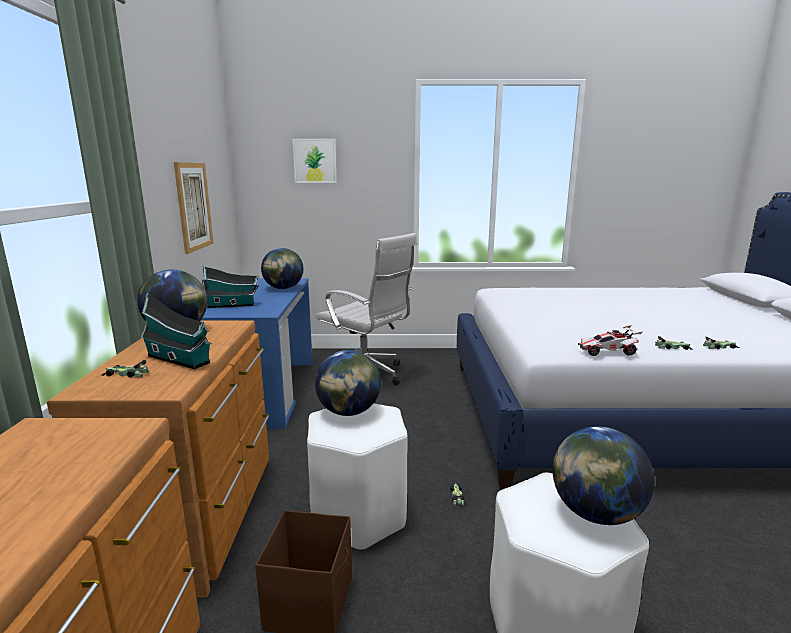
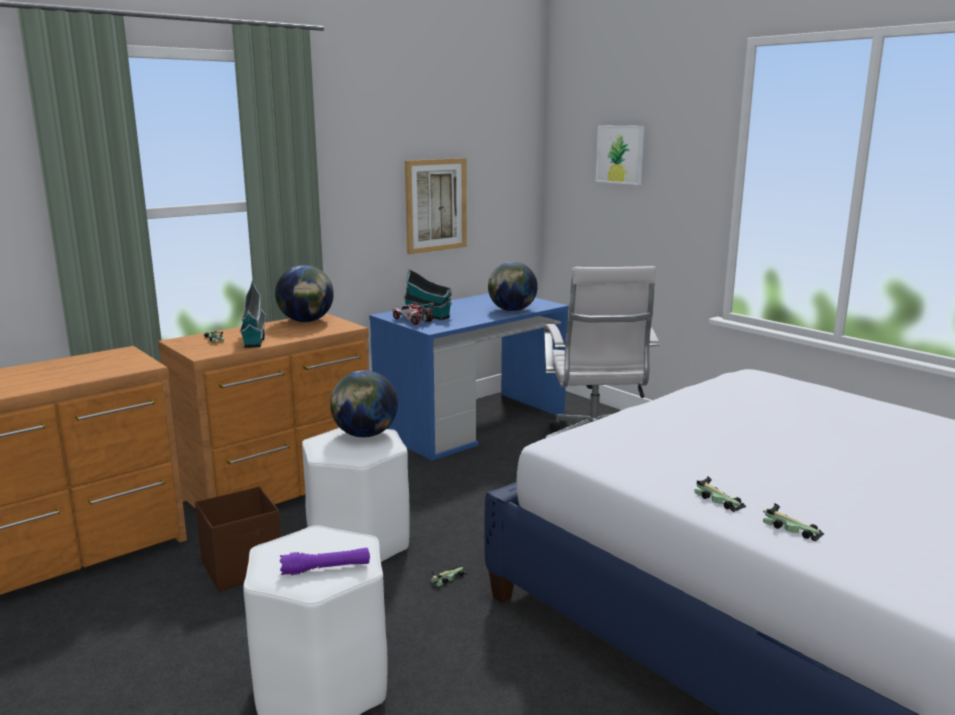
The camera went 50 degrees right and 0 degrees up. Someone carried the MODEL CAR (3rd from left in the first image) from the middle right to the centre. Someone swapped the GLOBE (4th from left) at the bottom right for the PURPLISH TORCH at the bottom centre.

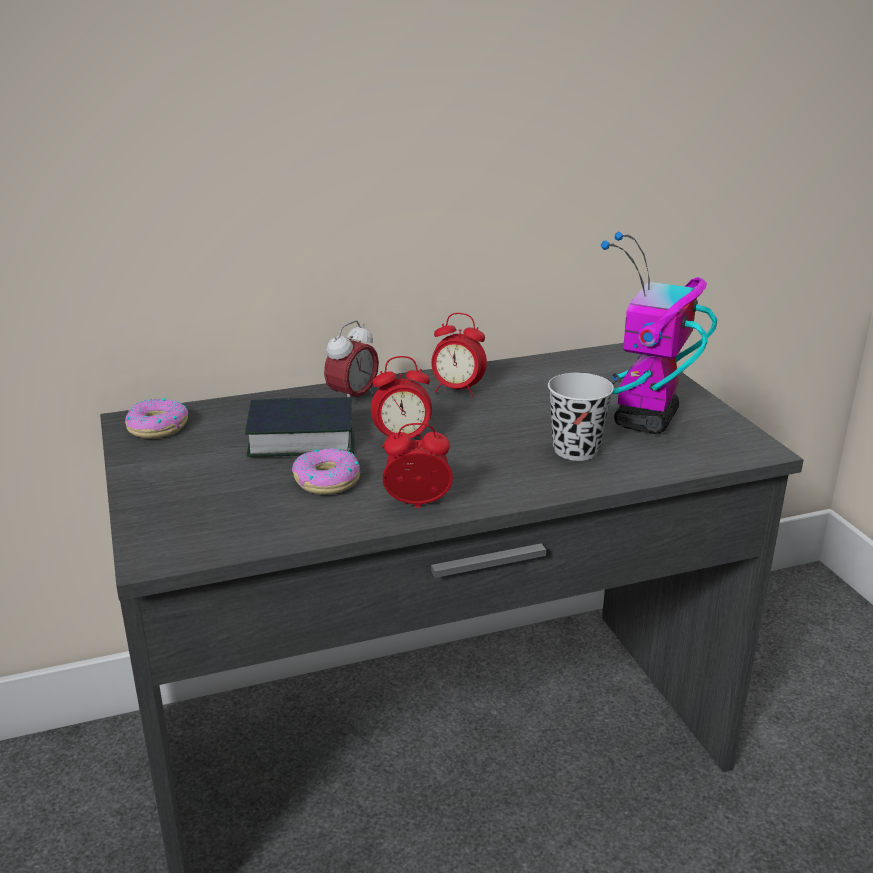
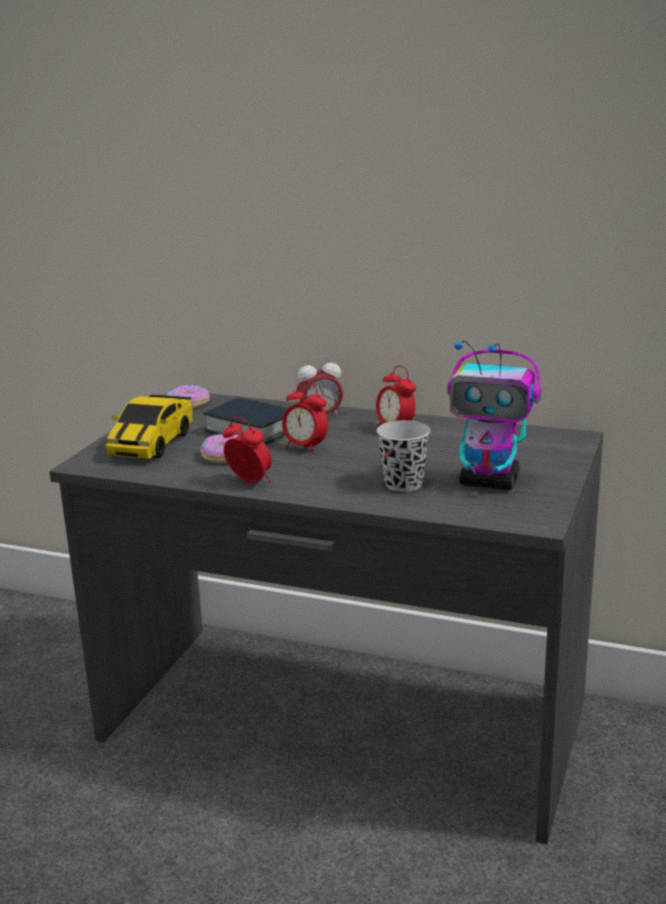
The camera went 40 degrees right and 5 degrees down. Someone put down the MODEL CAR at the middle left. Someone rotated the ROBOT FIGURE at the middle right by 135 degrees counterclockwise.

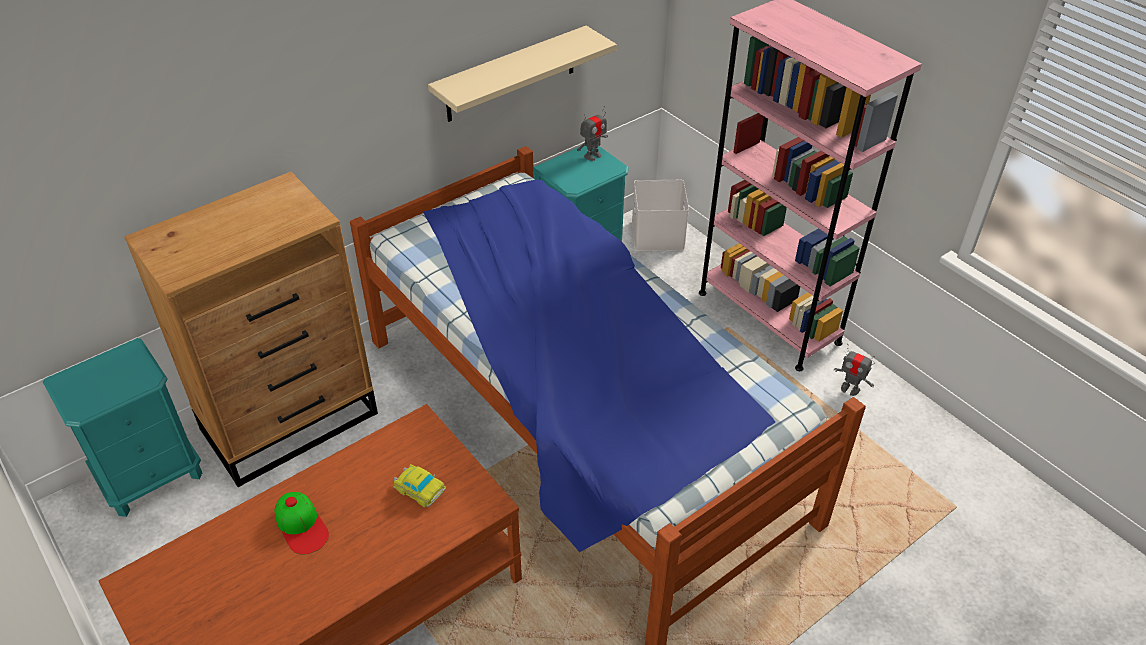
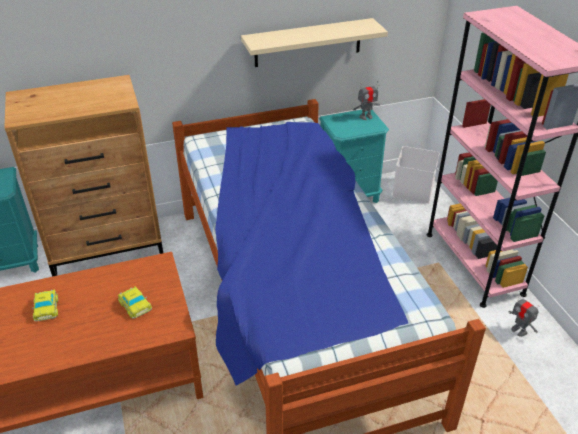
The camera went 20 degrees right and 5 degrees down. Someone swapped the BASEBALL CAP at the bottom left for the MODEL CAR (1st from left) at the bottom left.

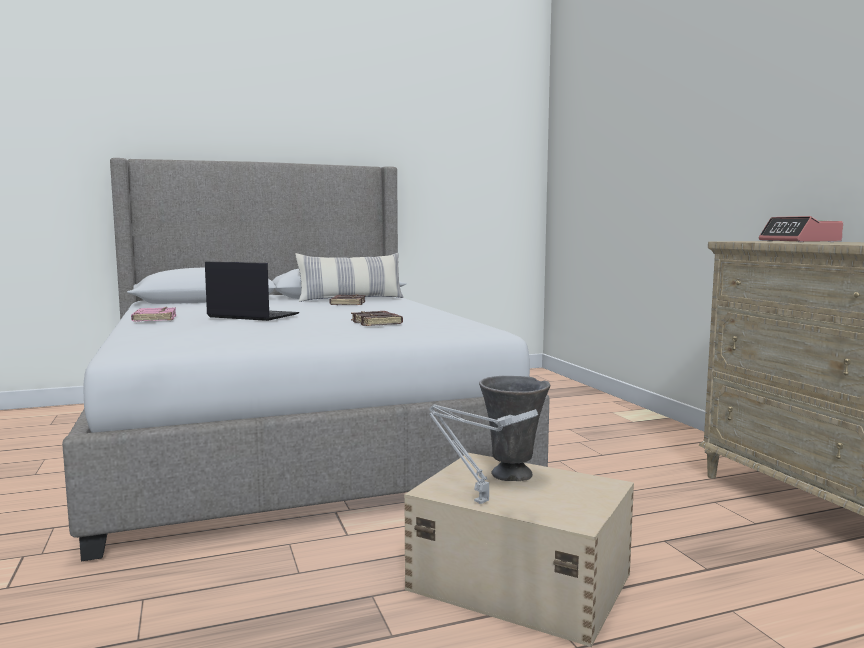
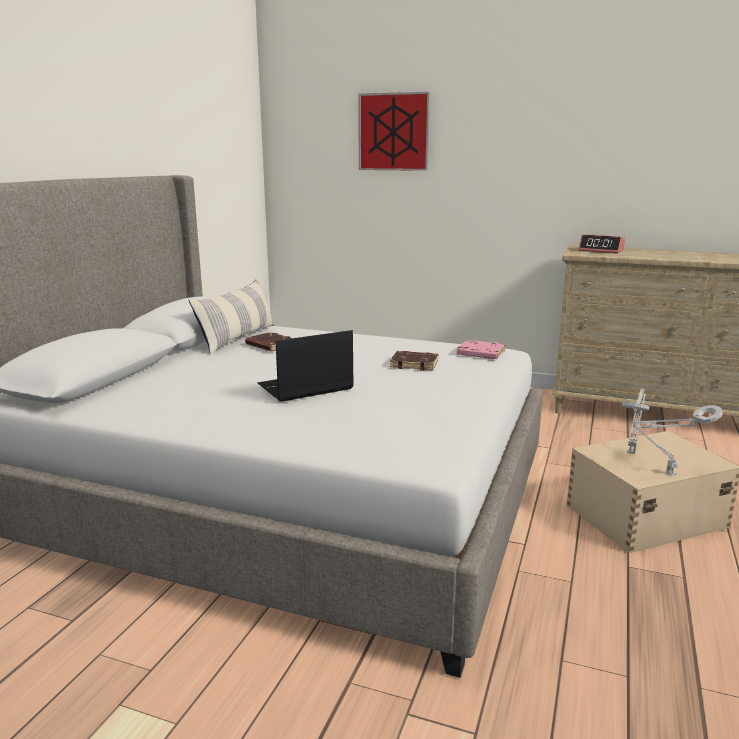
The camera went 50 degrees left and 10 degrees up. Someone put up the WALL PICTURE at the top centre. Someone carried the PINK-COLOURED BOOK from the middle left to the centre. Someone swapped the GREYISH FLOWER VASE at the centre for the GREYISH TABLE LAMP (1st from left) at the middle right.

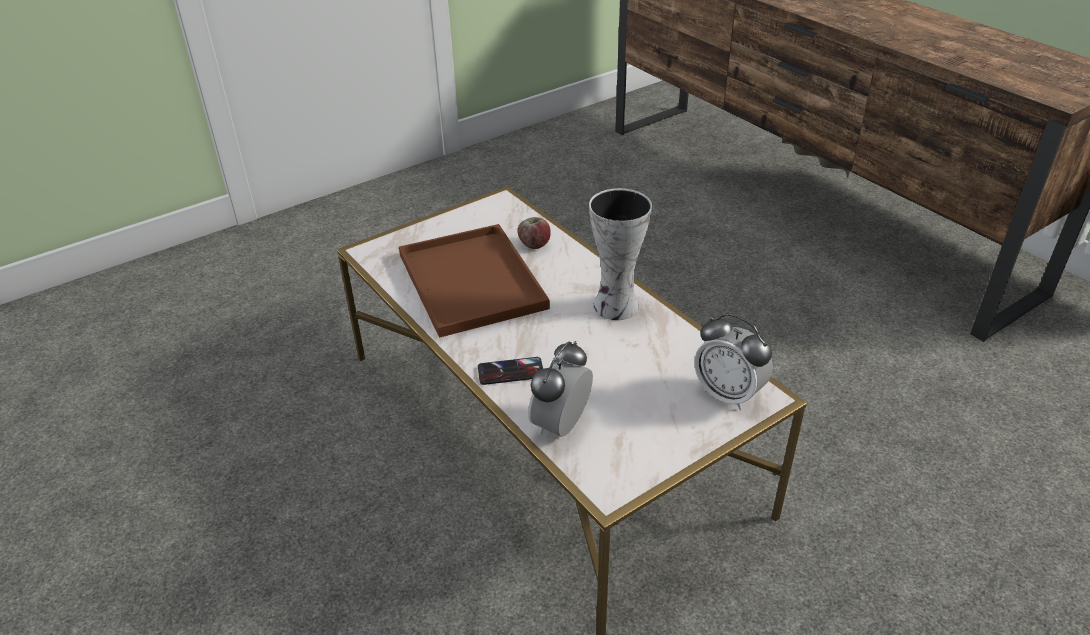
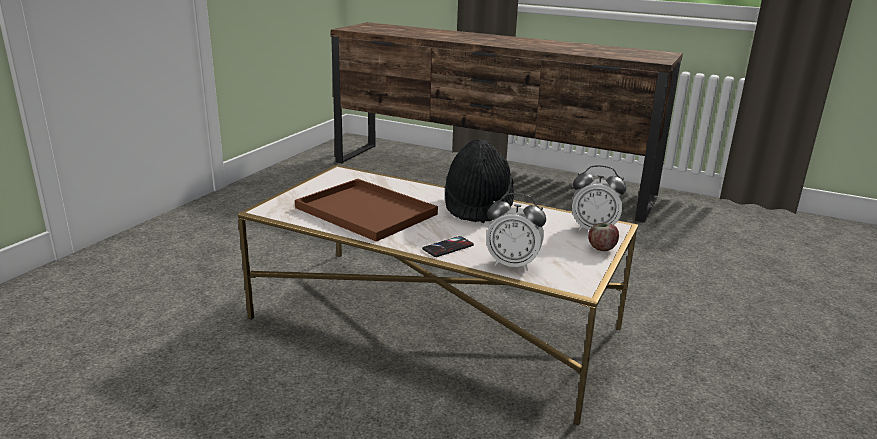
The camera went 30 degrees left and 15 degrees down. Someone carried the APPLE from the centre to the middle right. Someone swapped the FLOWER VASE at the centre for the BLACK CLOTHING HAT at the centre. Someone rotated the BEDSIDE CLOCK (1st from left) at the centre by 75 degrees counterclockwise.

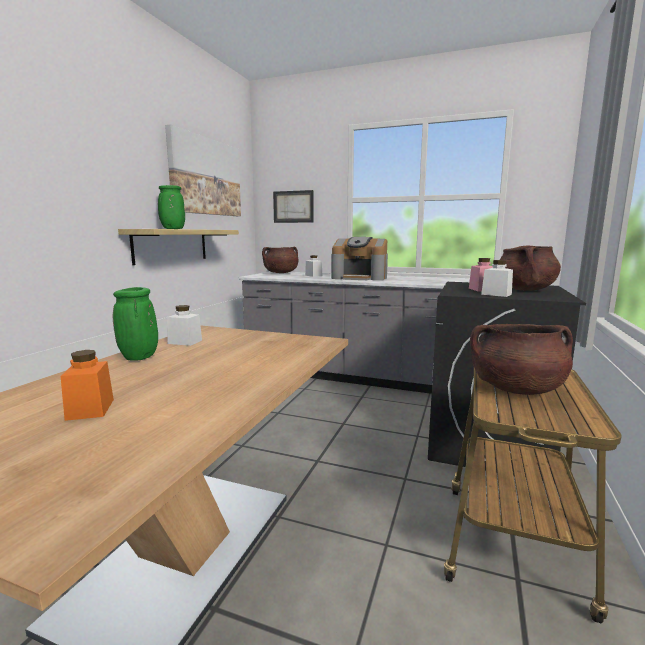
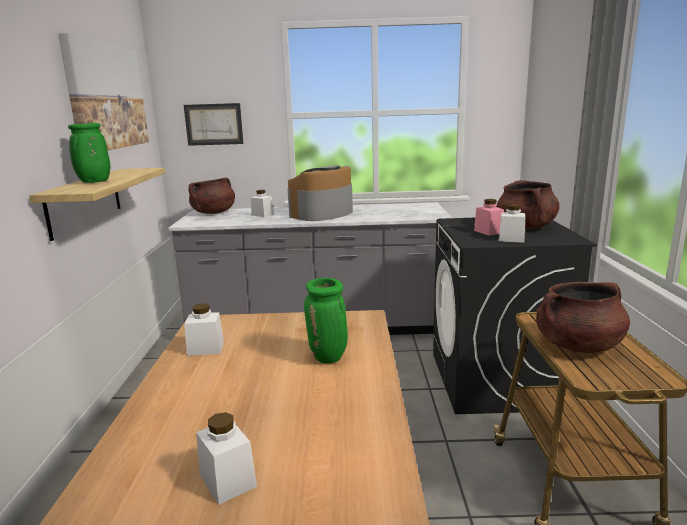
The camera went 20 degrees left and 5 degrees up. Someone carried the GREEN-COLOURED FLOWER VASE (1st from left in the first image) from the middle left to the centre. Someone repainted the ORANGE JAR at the middle left, which became the WHITISH JAR (2nd from left) at the bottom left. Someone rotated the COFFEE MACHINE at the centre by 135 degrees clockwise.

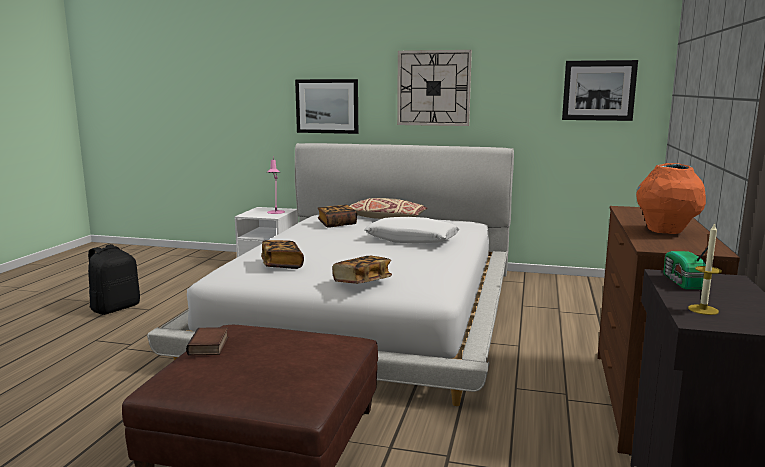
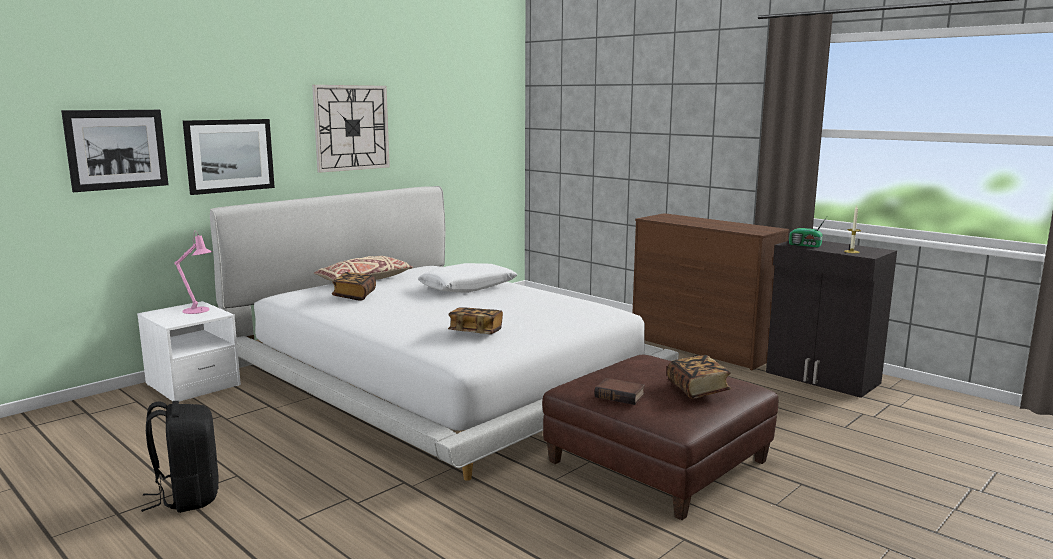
The camera went 60 degrees left and 0 degrees up. Someone took away the ORANGE FLOWER VASE at the middle right. Someone carried the BOOK (4th from left) from the centre to the bottom centre. Someone carried the WALL PICTURE (2nd from left in the first image) from the top right to the top left.

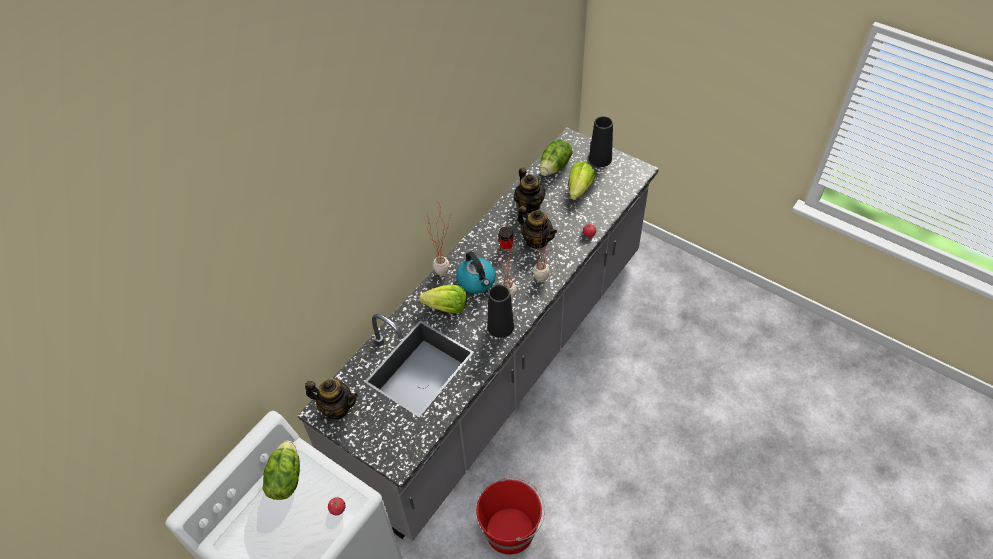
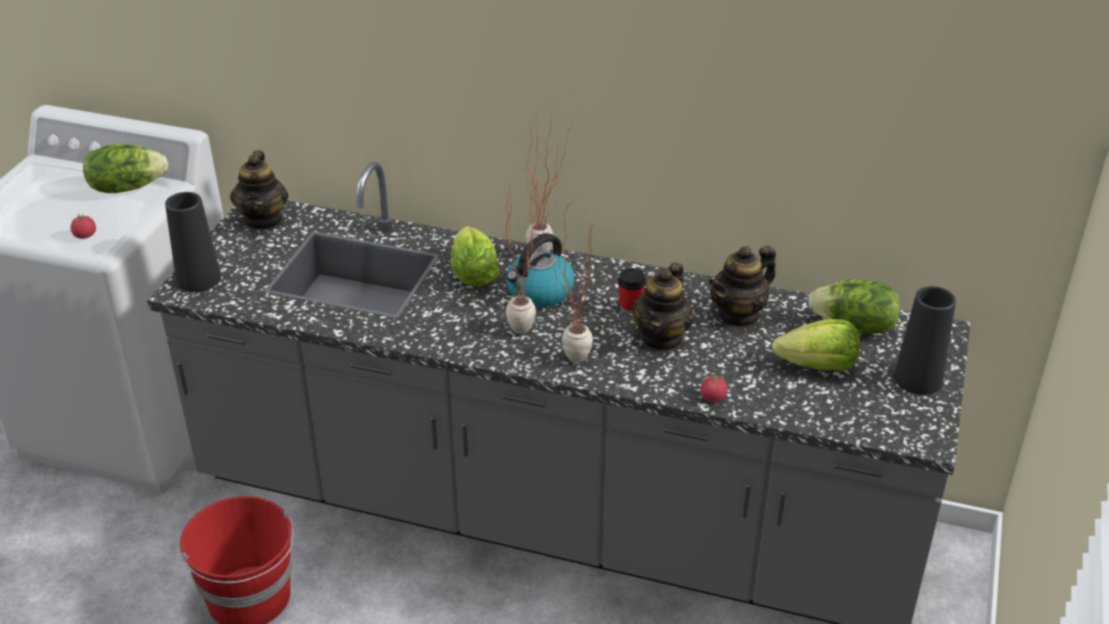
The camera went 70 degrees right and 15 degrees down. Someone carried the BLACK FLOWER VASE (1st from left) from the centre to the middle left.

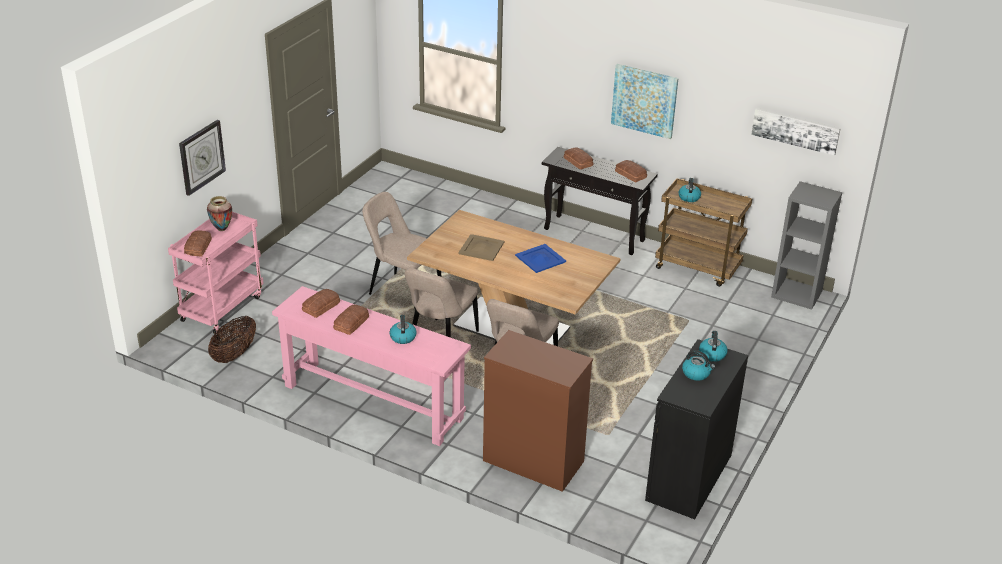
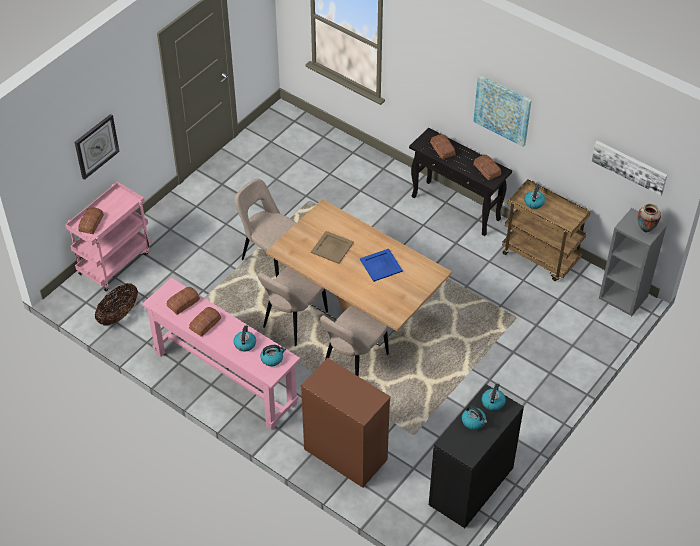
The camera went 10 degrees right and 15 degrees up. Someone put down the WATER KETTLE (2nd from left) at the centre. Someone carried the FLOWER VASE from the middle left to the middle right.

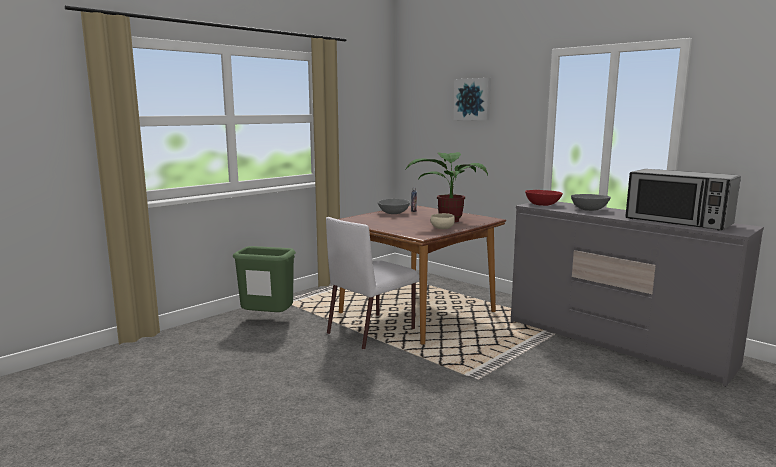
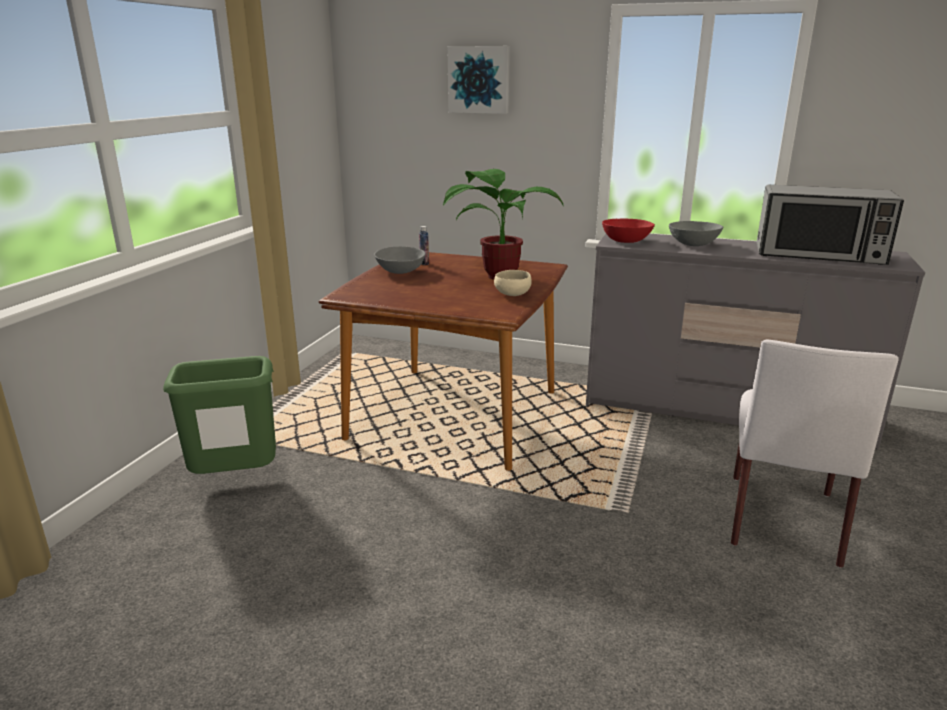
The camera went 25 degrees left and 10 degrees up. Someone carried the WHITISH PLAIN CHAIR from the centre to the middle right.

